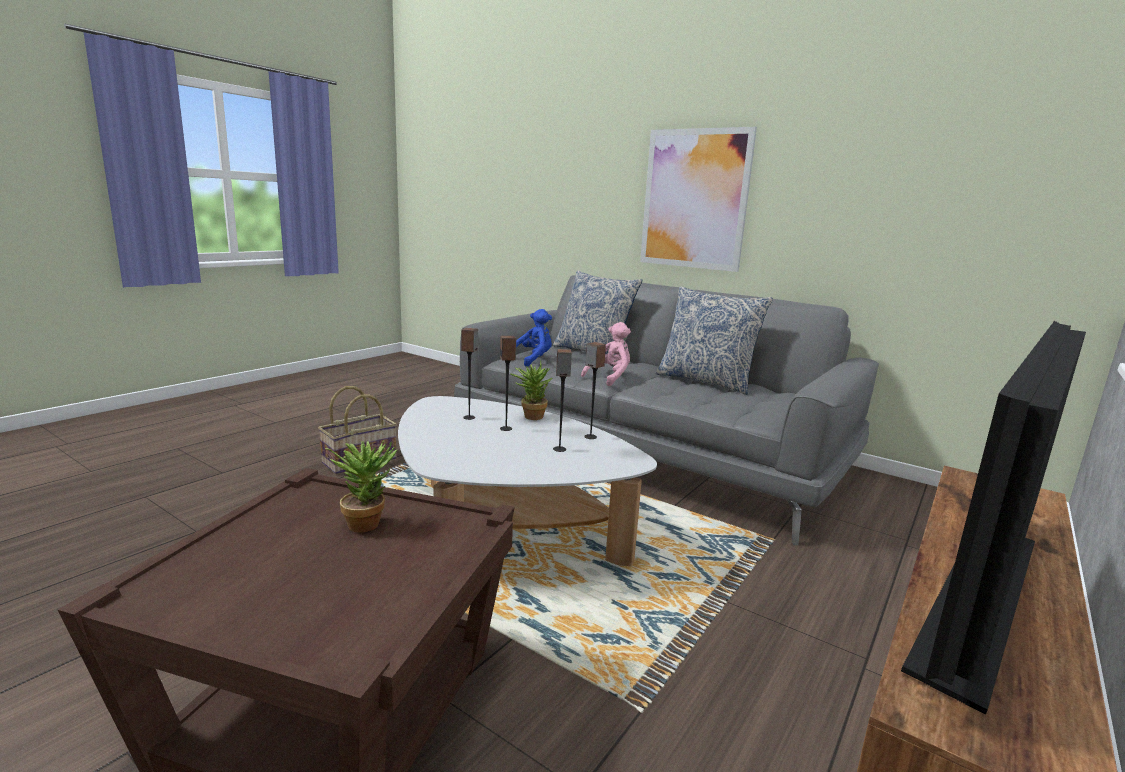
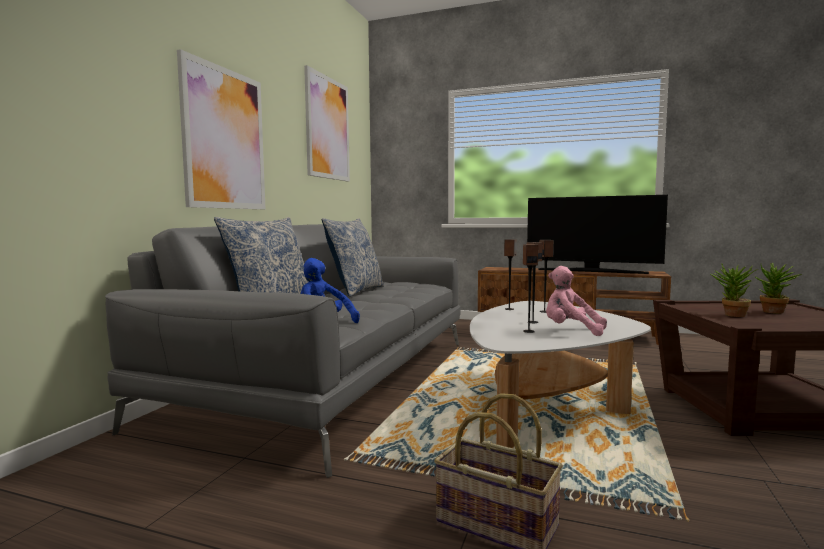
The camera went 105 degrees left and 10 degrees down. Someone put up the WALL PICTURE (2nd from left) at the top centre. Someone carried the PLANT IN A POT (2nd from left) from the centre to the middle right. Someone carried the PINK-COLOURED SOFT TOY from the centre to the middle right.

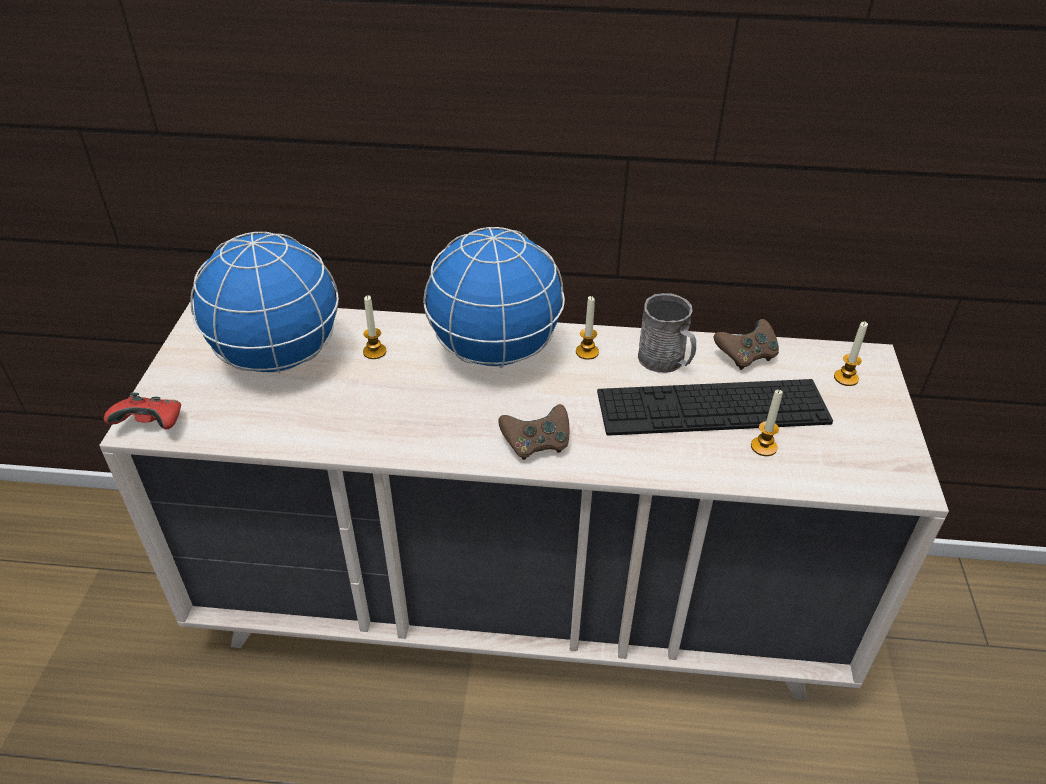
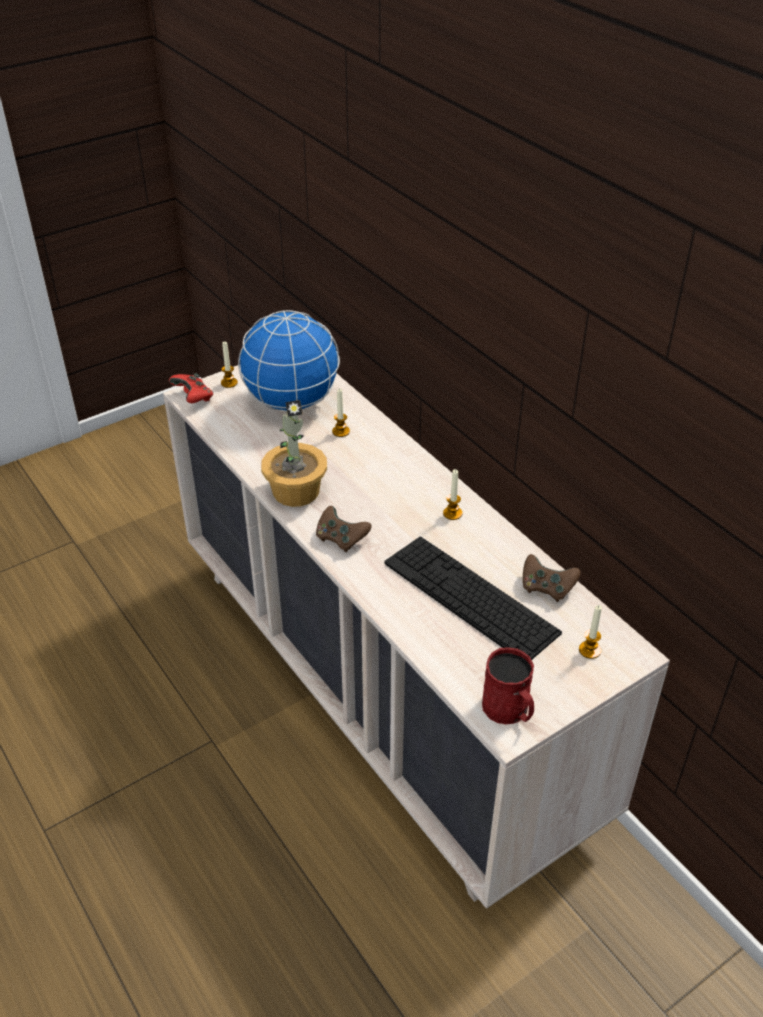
The camera went 50 degrees right and 0 degrees up. Someone took away the GLOBE (2nd from left) at the centre. Someone took away the GREYISH TEA MUG at the centre. Someone put down the PLANT IN A POT at the centre. Someone put down the REDDISH TEA MUG at the bottom centre. Someone carried the WAX CANDLE (3rd from left in the first image) from the middle right to the middle left.

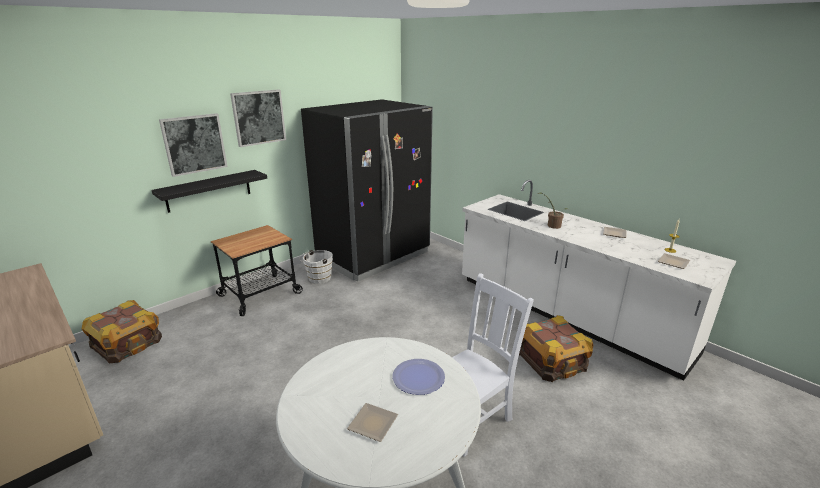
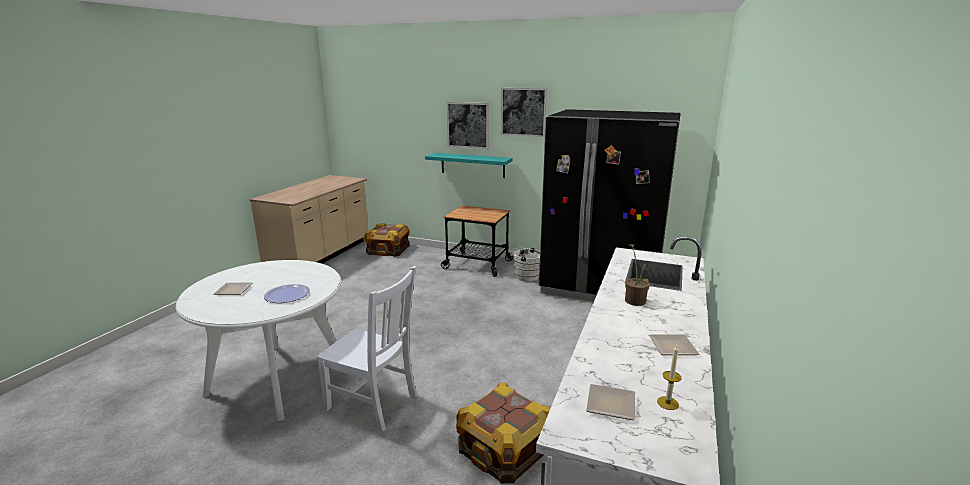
The camera went 65 degrees right and 5 degrees down. Someone repainted the BLACK SHELF at the middle left, which became the TURQUOISE SHELF at the centre.

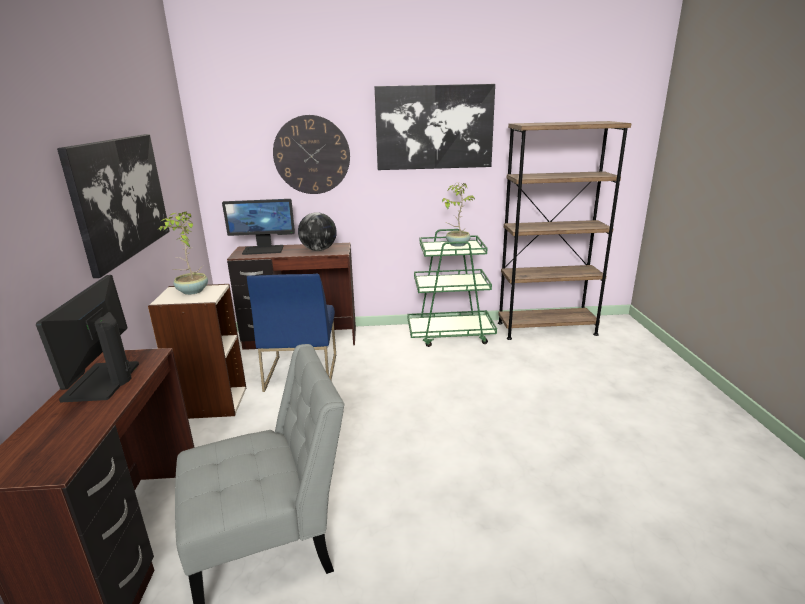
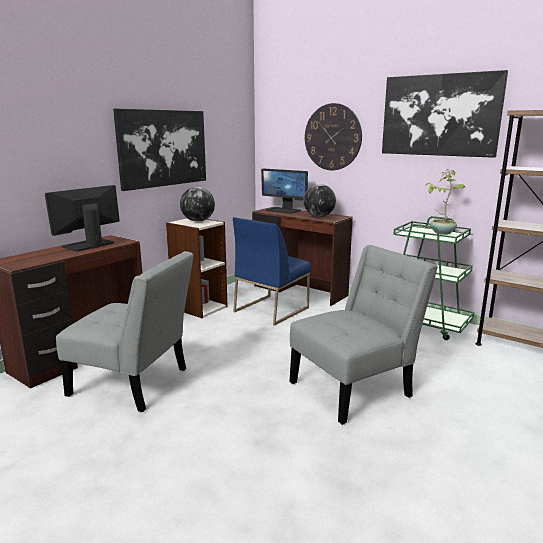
The camera went 40 degrees right and 5 degrees down. Someone put down the GREYISH PLAIN CHAIR (2nd from left) at the middle right. Someone swapped the PLANT IN A POT (1st from left) at the middle left for the GLOBE (1st from left) at the centre.

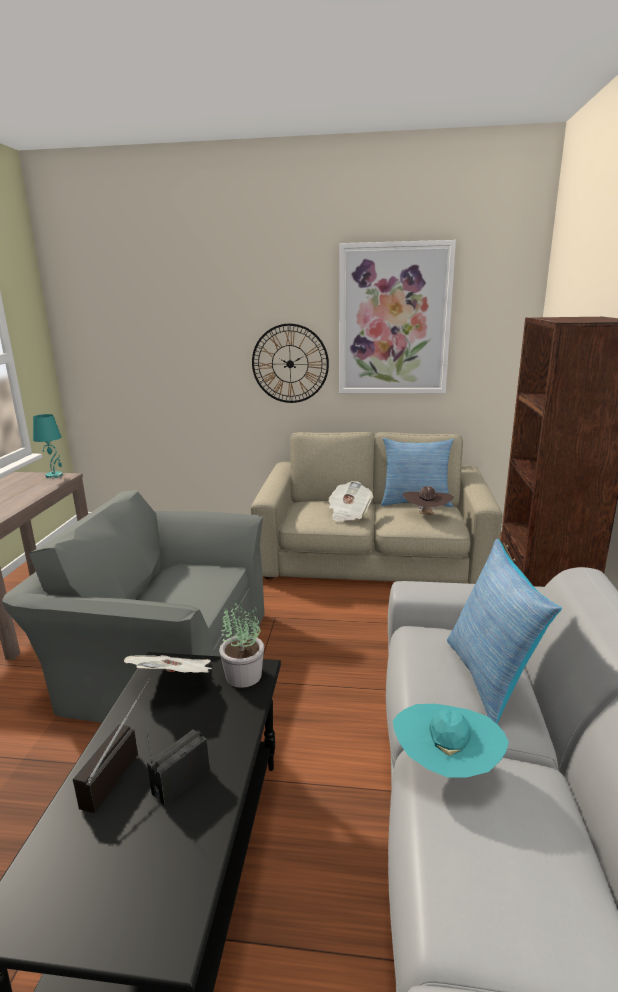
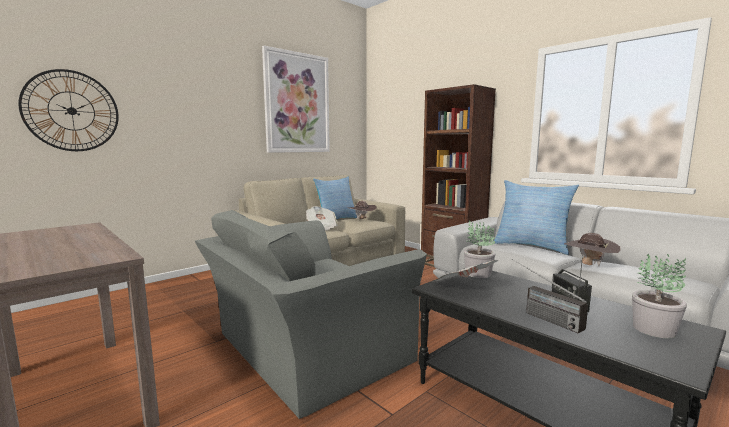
The camera went 50 degrees left and 10 degrees down. Someone took away the TURQUOISE TABLE LAMP at the middle left. Someone put down the PLANT IN A POT (2nd from left) at the bottom right. Someone carried the CLOCK ON THE WALL from the centre to the top left. Someone repainted the TURQUOISE CLOTHING HAT at the bottom right, which became the BROWN-COLOURED CLOTHING HAT (2nd from left) at the middle right.

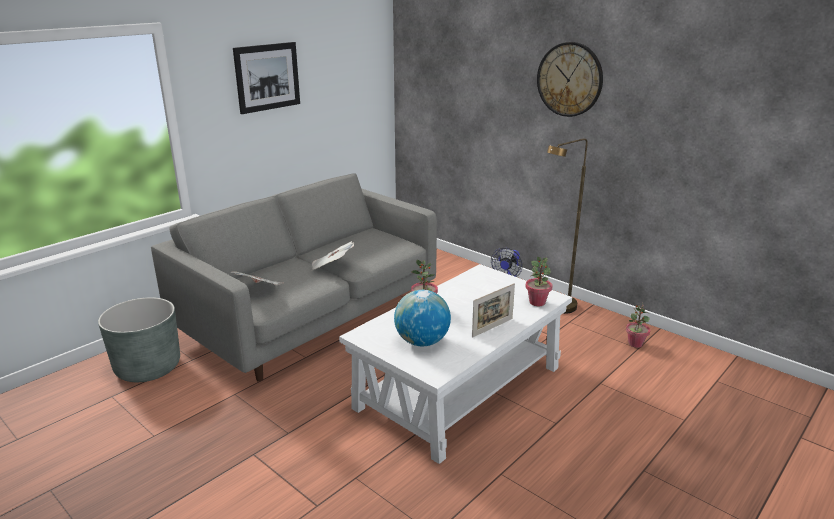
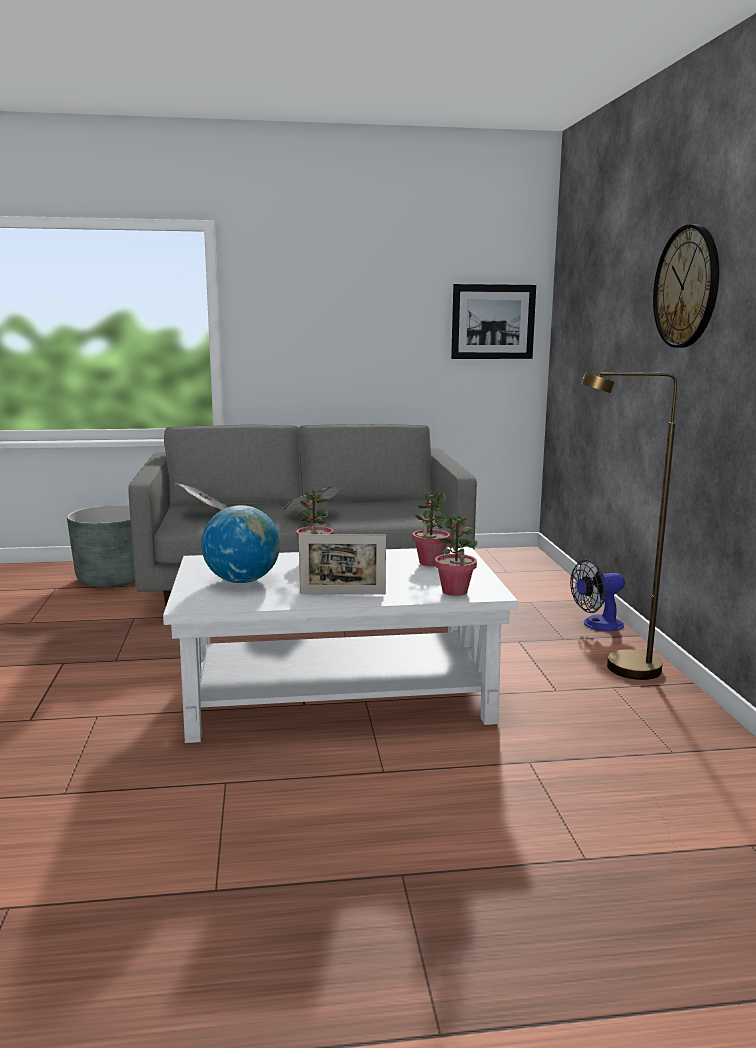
The camera went 40 degrees right and 10 degrees down. Someone carried the WALL PICTURE from the top left to the top centre. Someone carried the PLANT IN A POT (3rd from left in the first image) from the middle right to the centre.

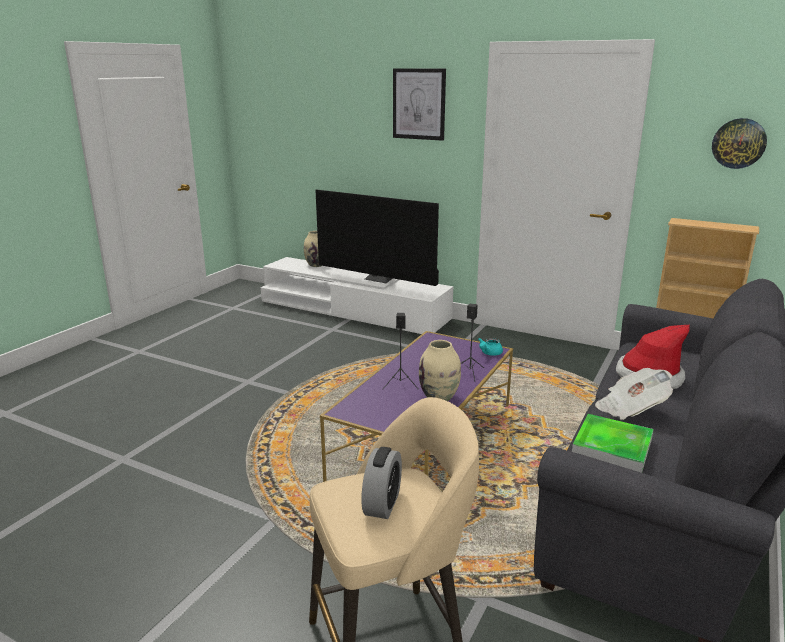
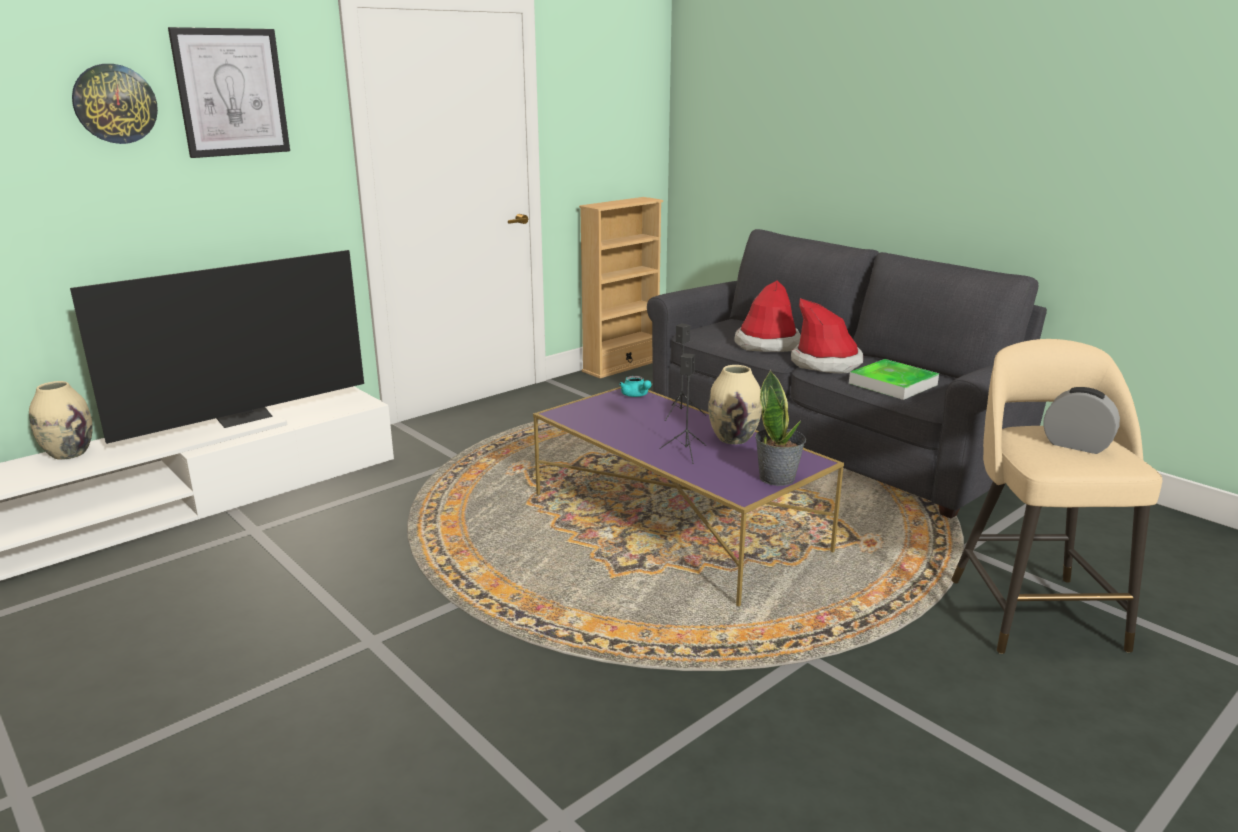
The camera went 70 degrees left and 0 degrees up. Someone put down the PLANT IN A POT at the centre. Someone carried the CLOCK ON THE WALL from the top right to the top left. Someone swapped the PRINTED PAPER at the middle right for the CLOTHING HAT (2nd from left) at the middle right.

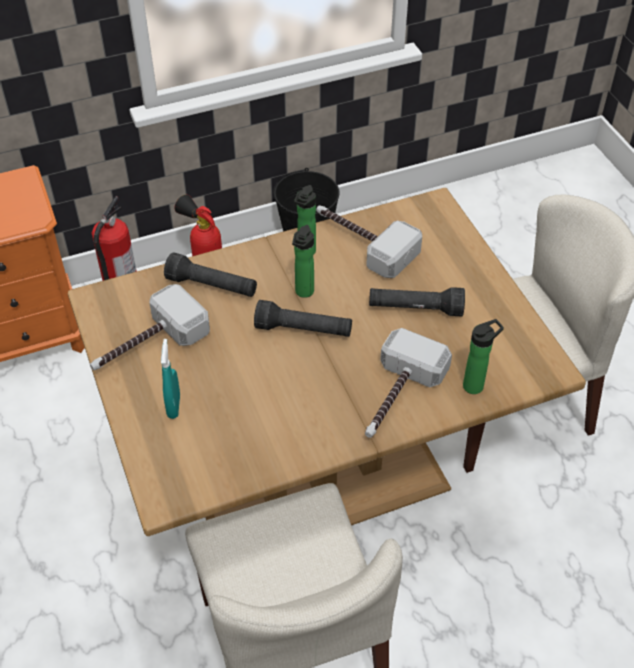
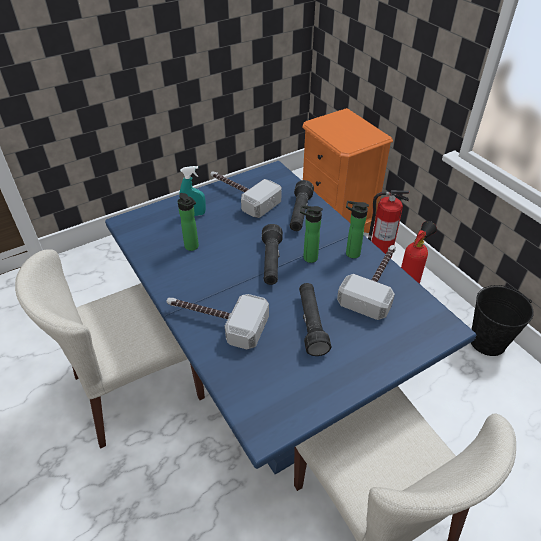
The camera went 80 degrees right and 5 degrees down. Someone carried the BEVERAGE BOTTLE (3rd from left in the first image) from the middle right to the centre. Someone repainted the BROWN-COLOURED DINNER TABLE at the centre, which became the BLUE DINNER TABLE at the centre.

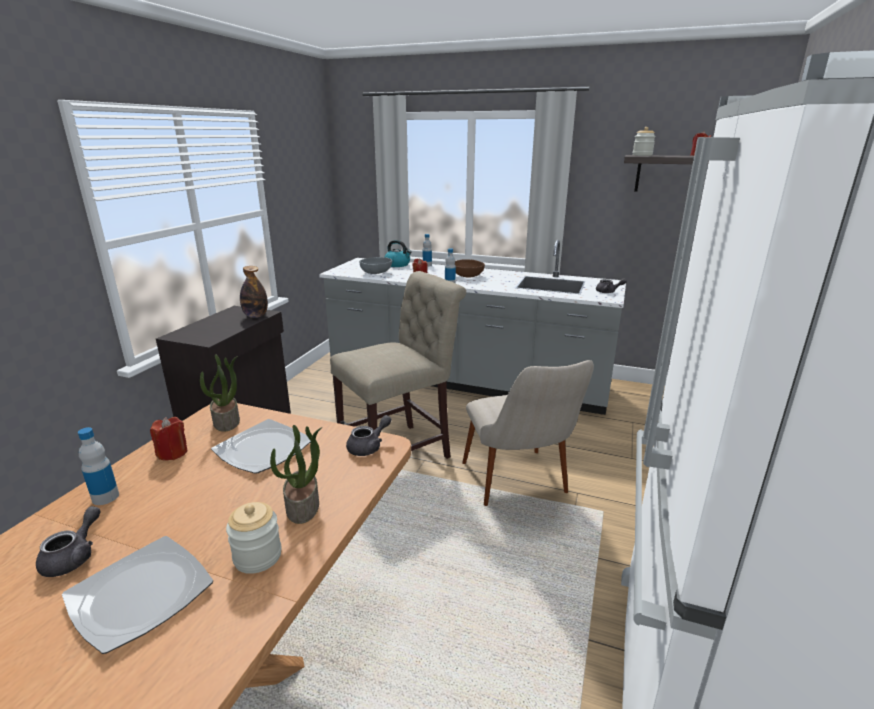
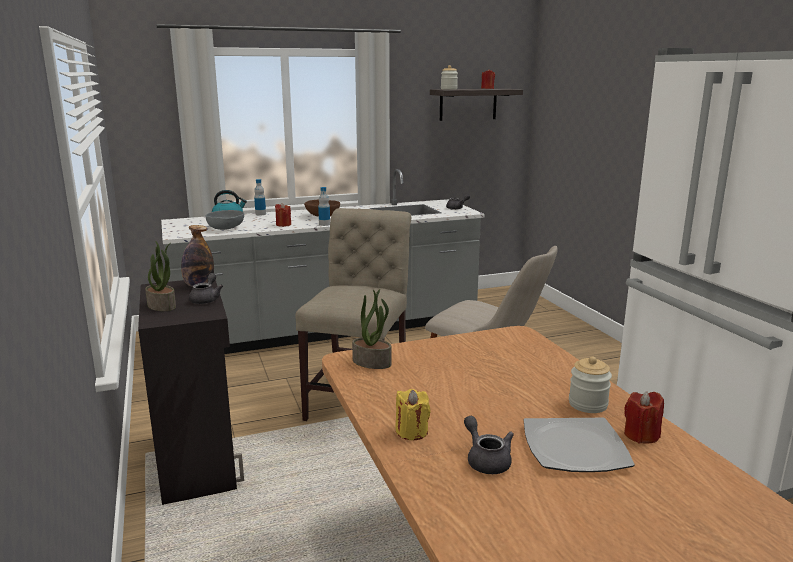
The camera went 40 degrees left and 5 degrees down. Someone took away the DINNER PLATE (2nd from left) at the middle left. Someone carried the REDDISH WAX CANDLE (1st from left in the first image) from the middle left to the bottom right. Someone carried the PLANT IN A POT (2nd from left in the first image) from the bottom centre to the middle left. Someone carried the GREYISH TEA POT (2nd from left in the first image) from the centre to the middle left. Someone swapped the BEVERAGE BOTTLE (1st from left) at the middle left for the YELLOW-COLOURED WAX CANDLE at the bottom centre.

